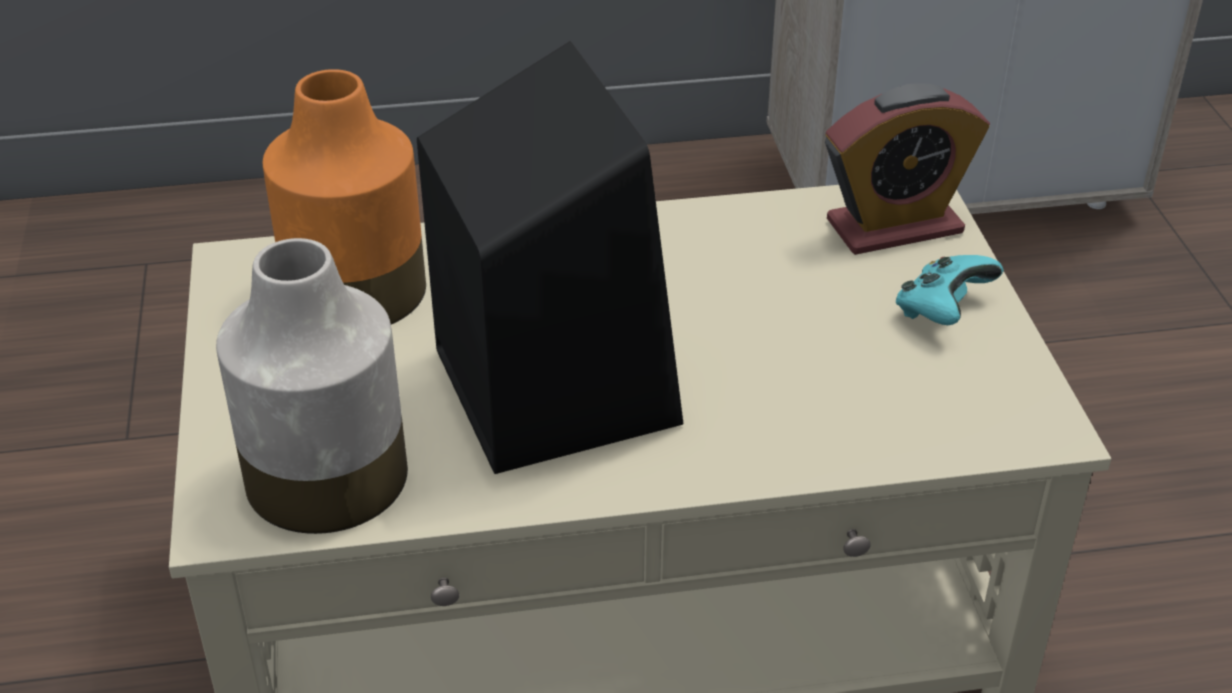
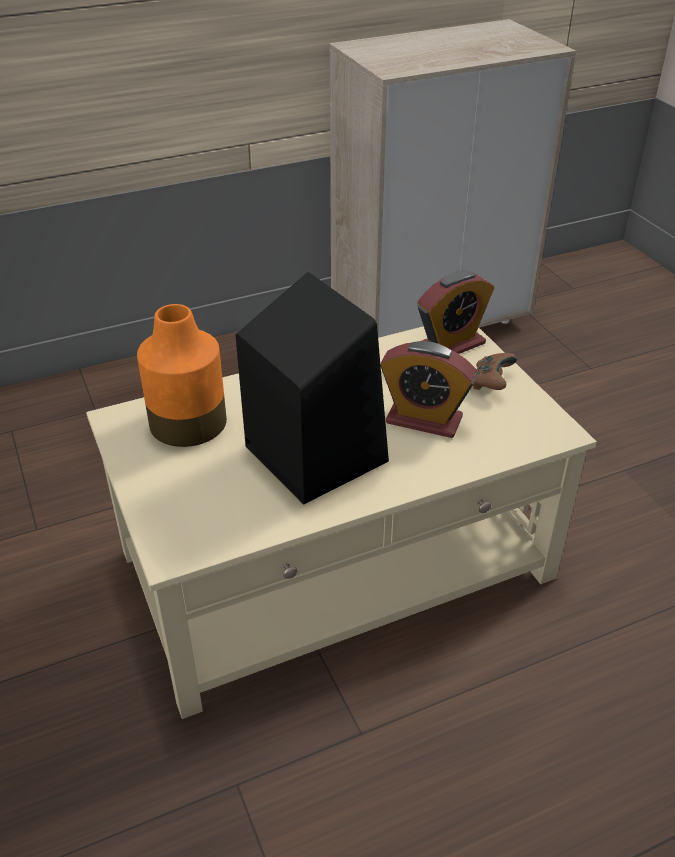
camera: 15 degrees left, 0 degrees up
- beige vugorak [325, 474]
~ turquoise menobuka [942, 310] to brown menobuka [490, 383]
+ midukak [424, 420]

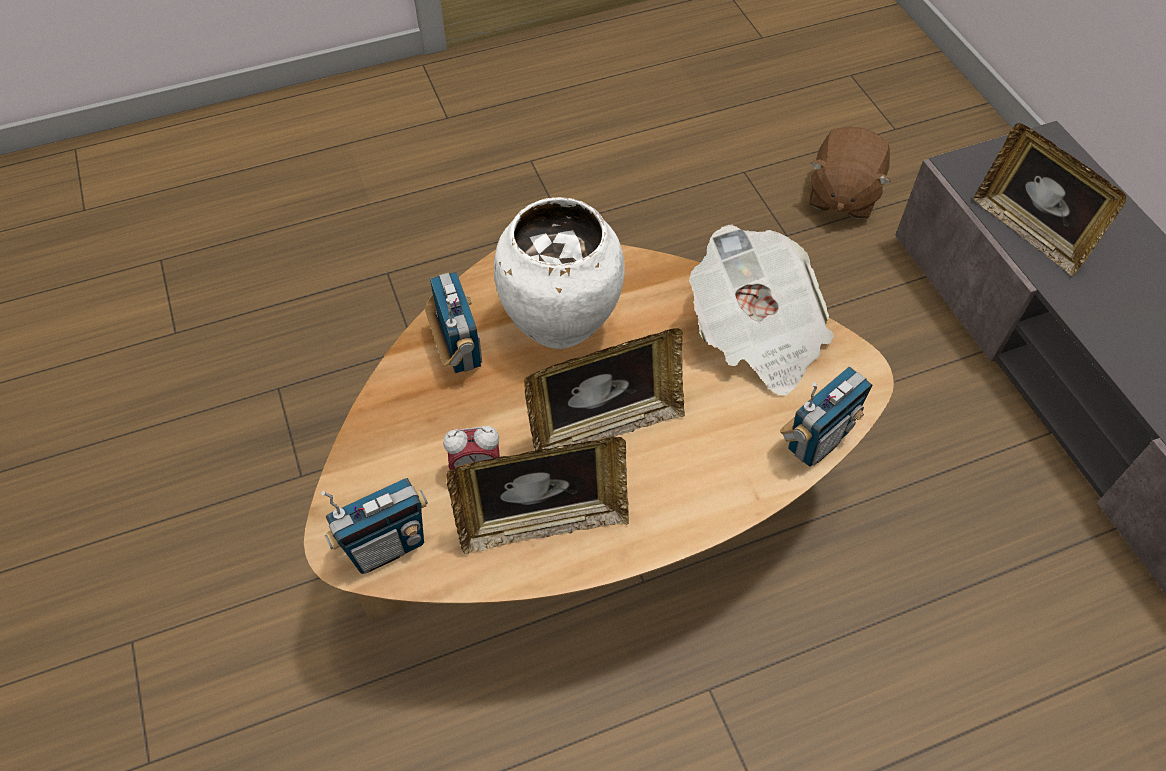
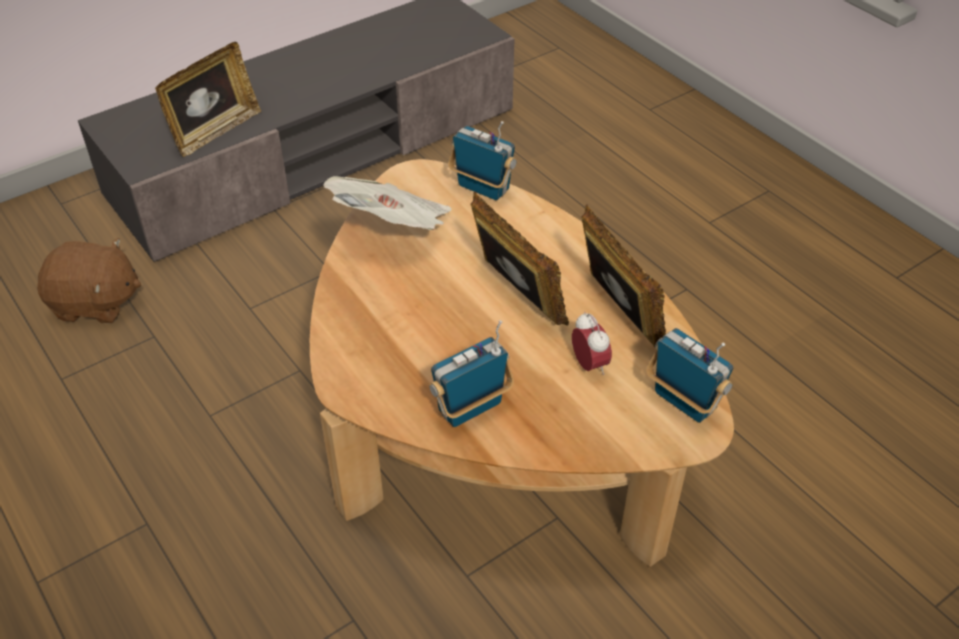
camera: 105 degrees left, 10 degrees down
- white vugorak [559, 325]

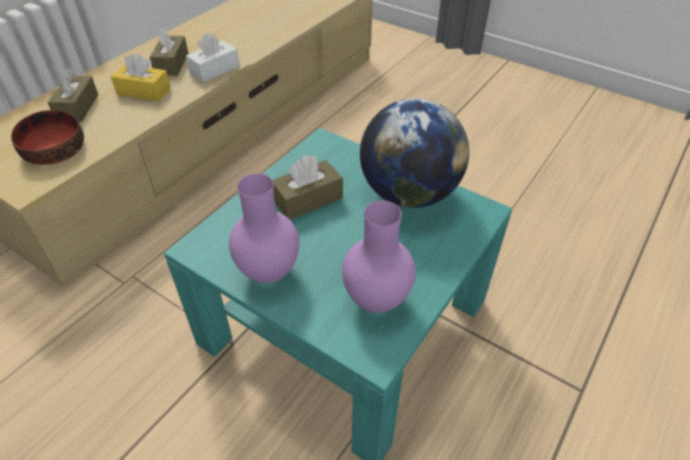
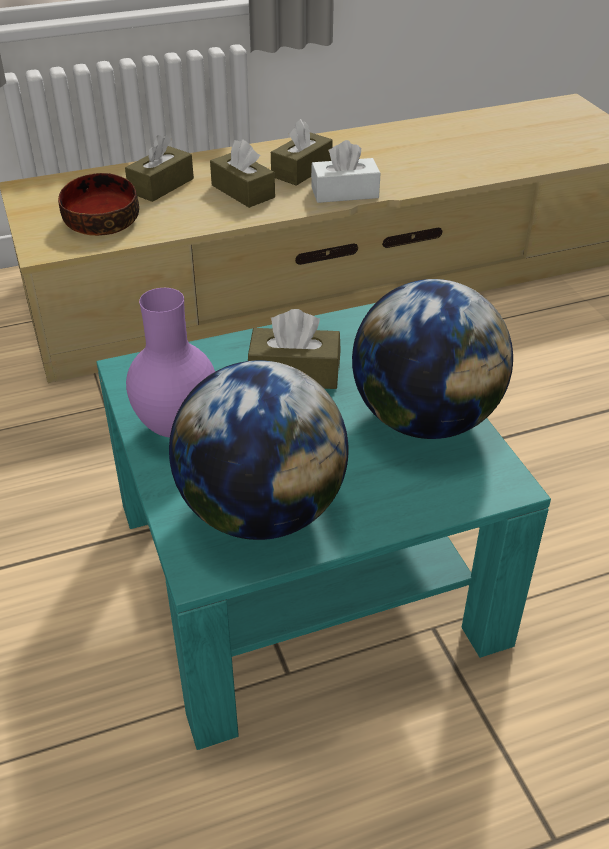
camera: 35 degrees right, 5 degrees down
~ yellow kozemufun [144, 91] to brown kozemufun [243, 191]
~ purple vugorak [375, 299] to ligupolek [261, 511]

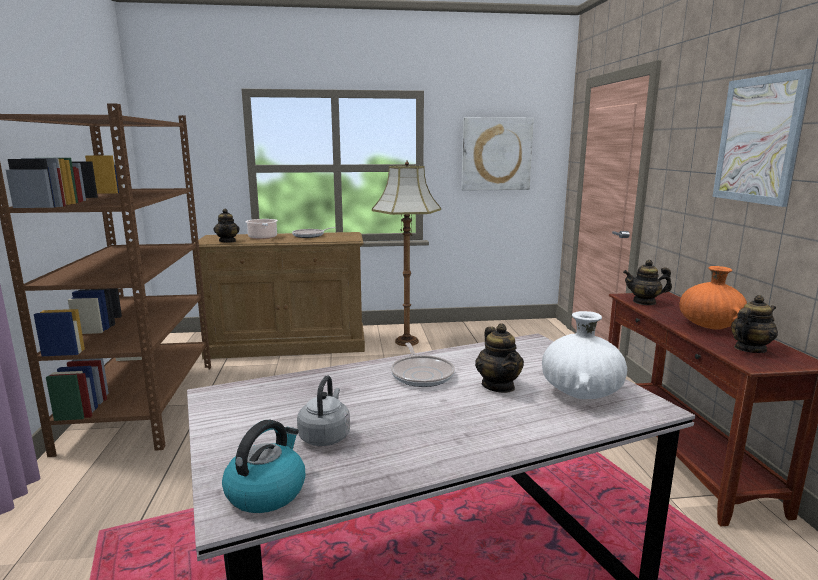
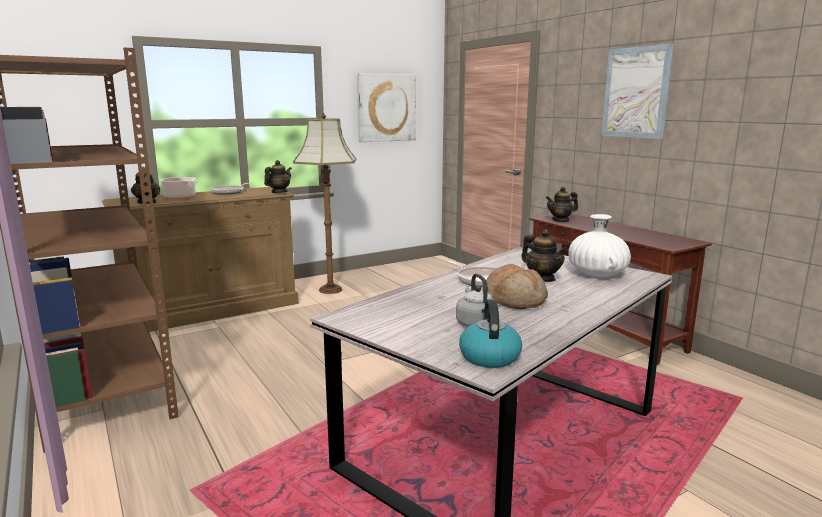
camera: 25 degrees left, 0 degrees up
- orange vugorak [709, 326]
~ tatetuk [749, 349] to [279, 192]
+ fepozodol [514, 300]

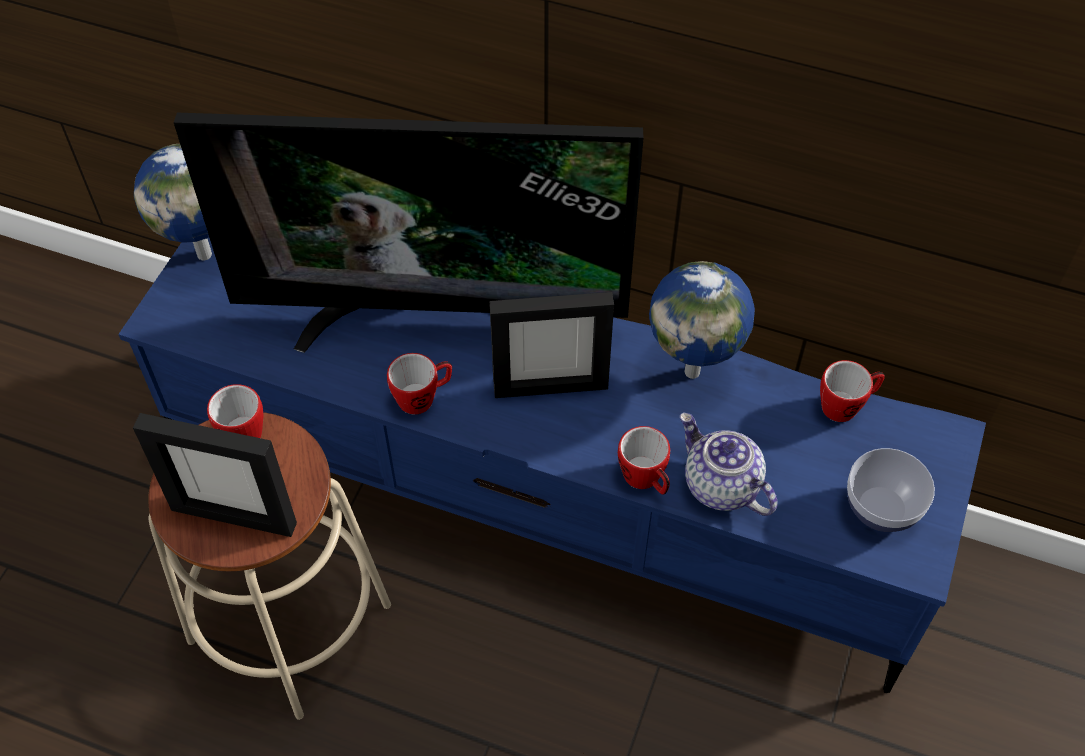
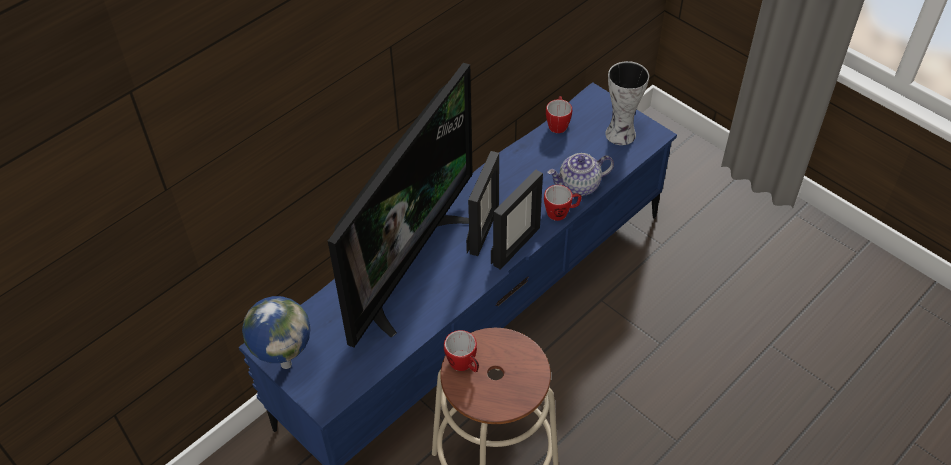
camera: 65 degrees left, 5 degrees down
~ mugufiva [235, 514] to [515, 245]
- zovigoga [423, 397]
- ligupolek [694, 370]
~ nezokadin [881, 509] to vugorak [620, 135]

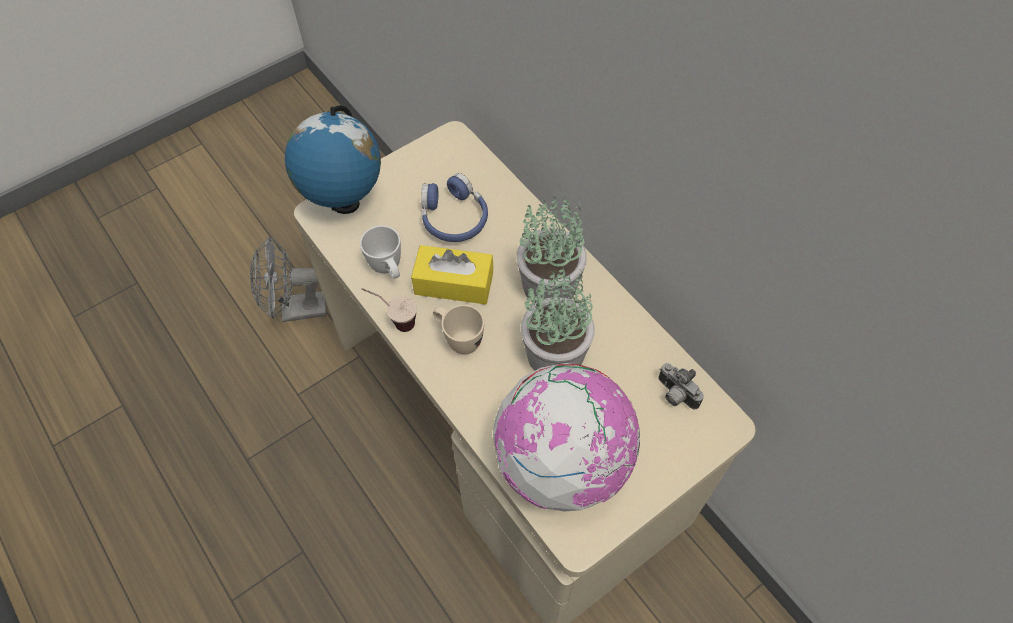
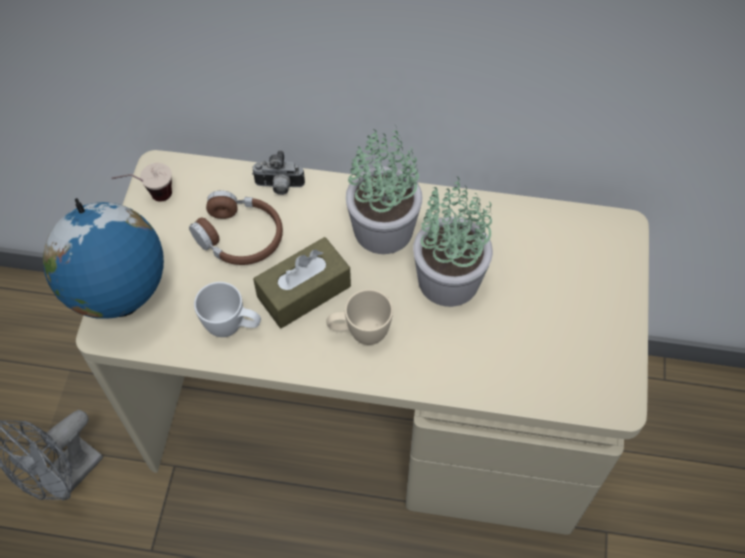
camera: 45 degrees left, 0 degrees up
~ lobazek [393, 320] to [149, 198]
~ yellow kozemufun [454, 283] to brown kozemufun [304, 291]
~ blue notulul [453, 217] to brown notulul [240, 237]
- ligupolek [563, 463]
~ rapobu [675, 395] to [279, 187]

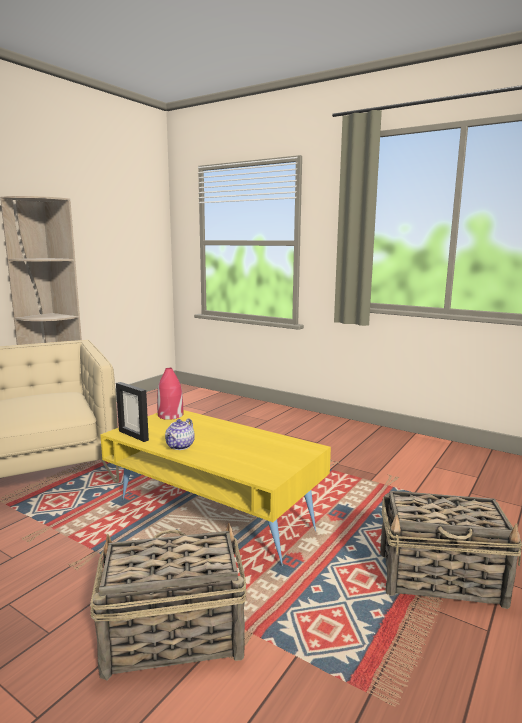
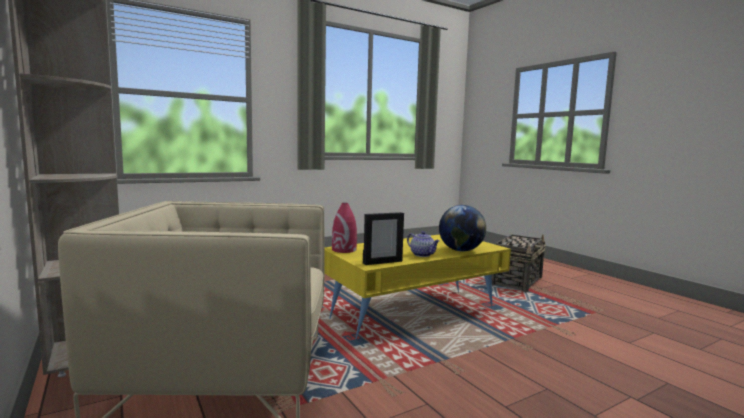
camera: 65 degrees left, 5 degrees down
- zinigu [171, 636]
+ ligupolek [461, 250]

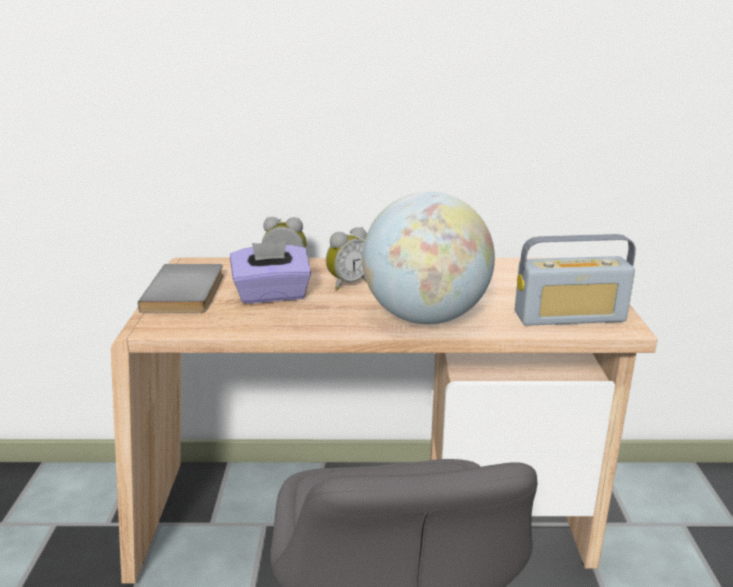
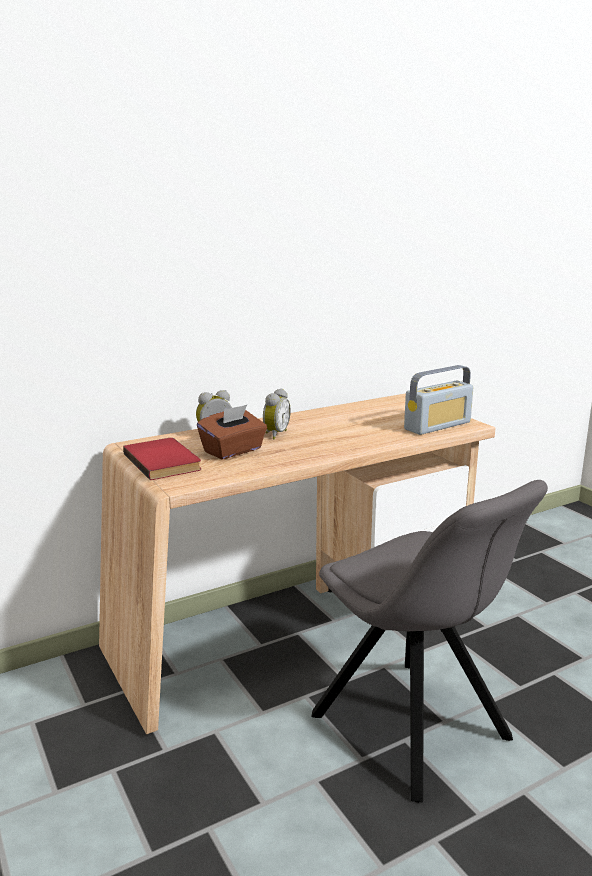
camera: 30 degrees left, 5 degrees down
~ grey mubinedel [187, 292] to red mubinedel [165, 461]
~ purple kozemufun [272, 295] to brown kozemufun [233, 451]
- ligupolek [425, 317]

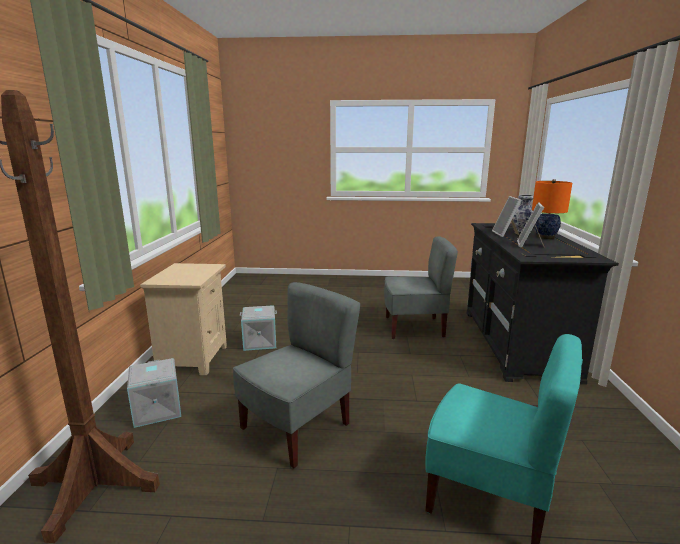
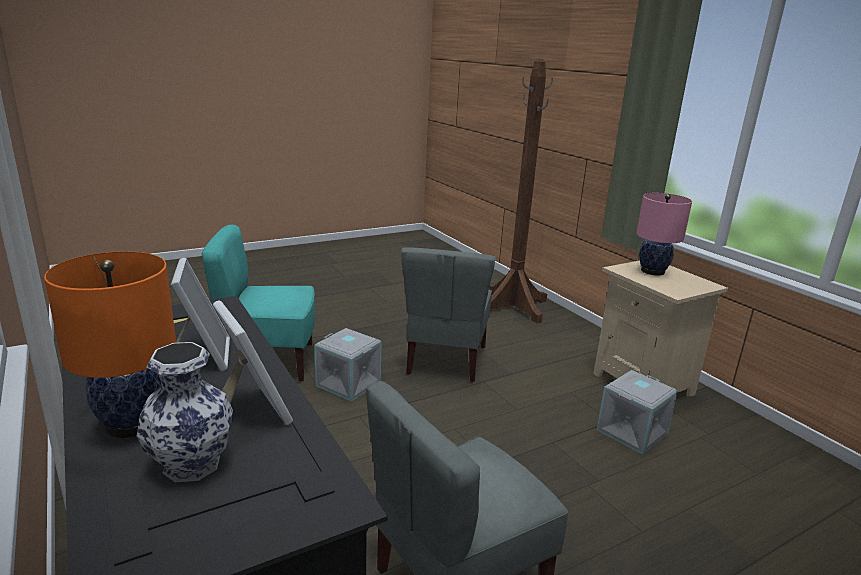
camera: 145 degrees right, 5 degrees up
~ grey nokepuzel [156, 410] to [349, 383]
+ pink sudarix [653, 271]

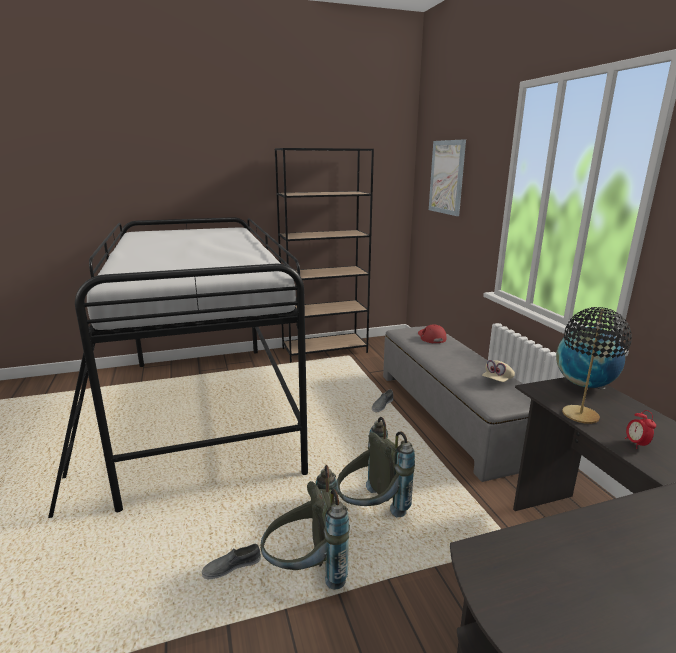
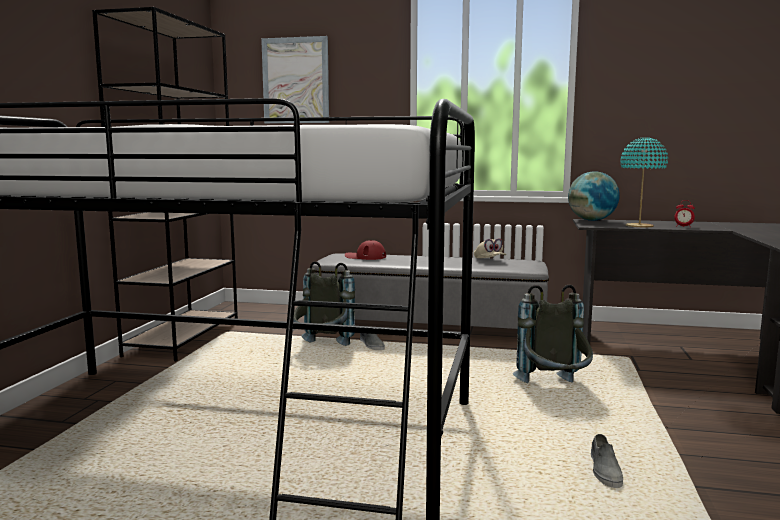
camera: 60 degrees left, 10 degrees down
~ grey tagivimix [306, 571] to [322, 349]
~ black sudarix [579, 415] to turquoise sudarix [639, 226]

